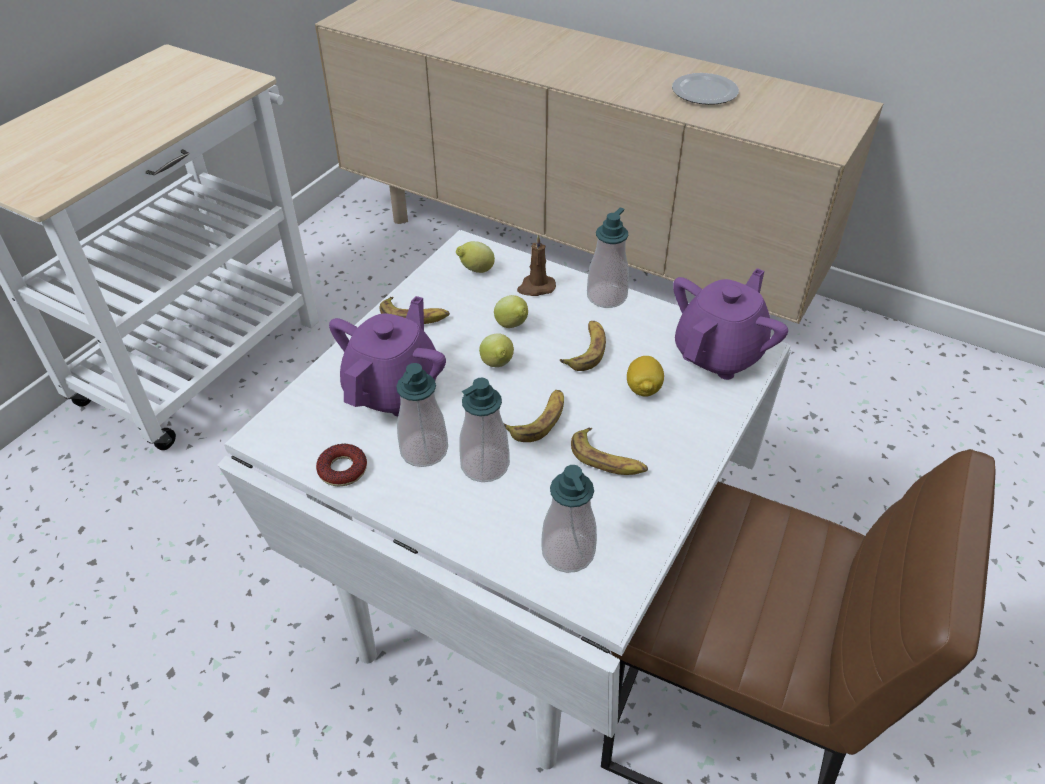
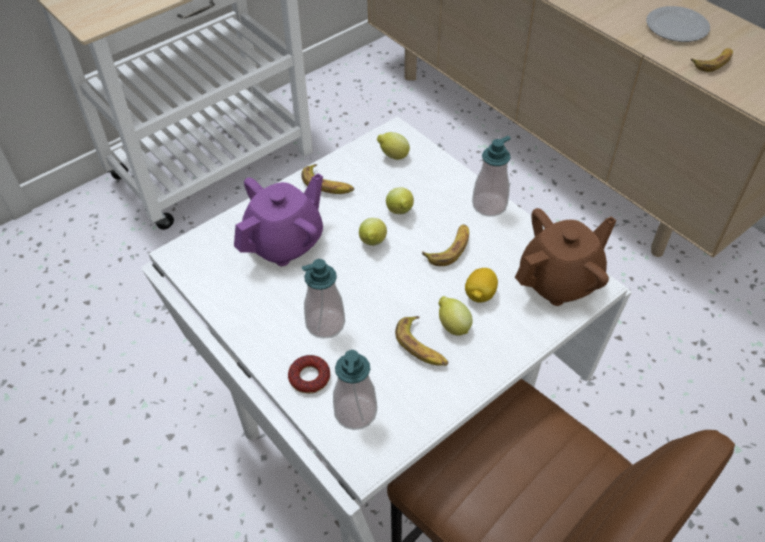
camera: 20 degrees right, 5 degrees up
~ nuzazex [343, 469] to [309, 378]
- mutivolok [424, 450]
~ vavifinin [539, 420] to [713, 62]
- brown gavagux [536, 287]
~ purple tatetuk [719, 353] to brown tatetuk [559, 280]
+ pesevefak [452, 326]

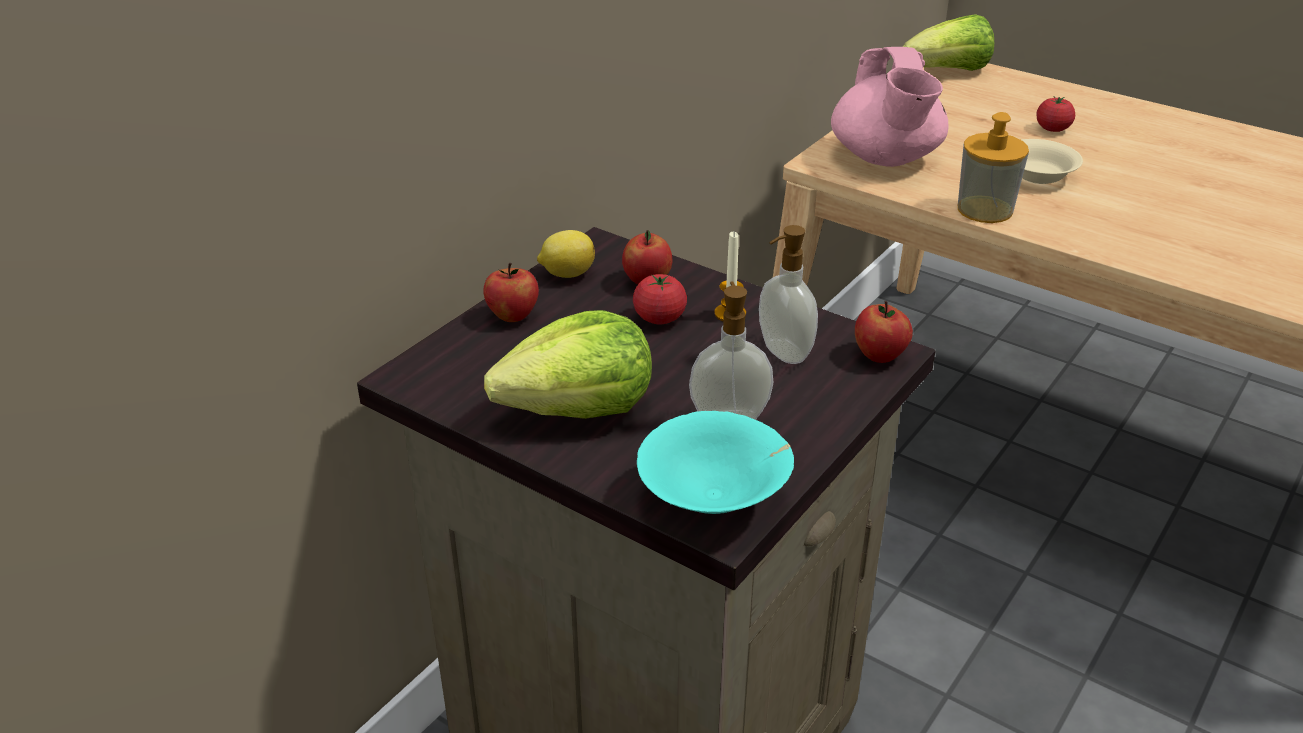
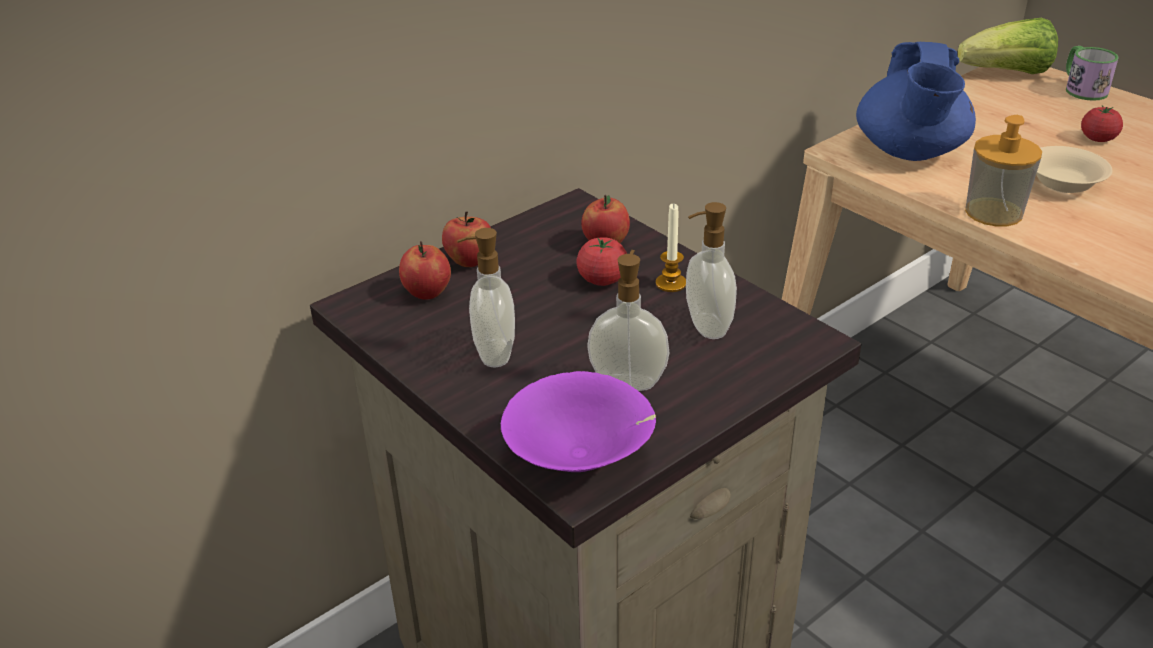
camera: 15 degrees right, 0 degrees up
~ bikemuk [579, 408] to mutivolok [492, 354]
- pesevefak [567, 274]
~ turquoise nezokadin [716, 502] to purple nezokadin [581, 461]
~ pink tatetuk [886, 158] to blue tatetuk [910, 152]
~ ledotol [880, 355] to [427, 293]
+ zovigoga [1082, 88]

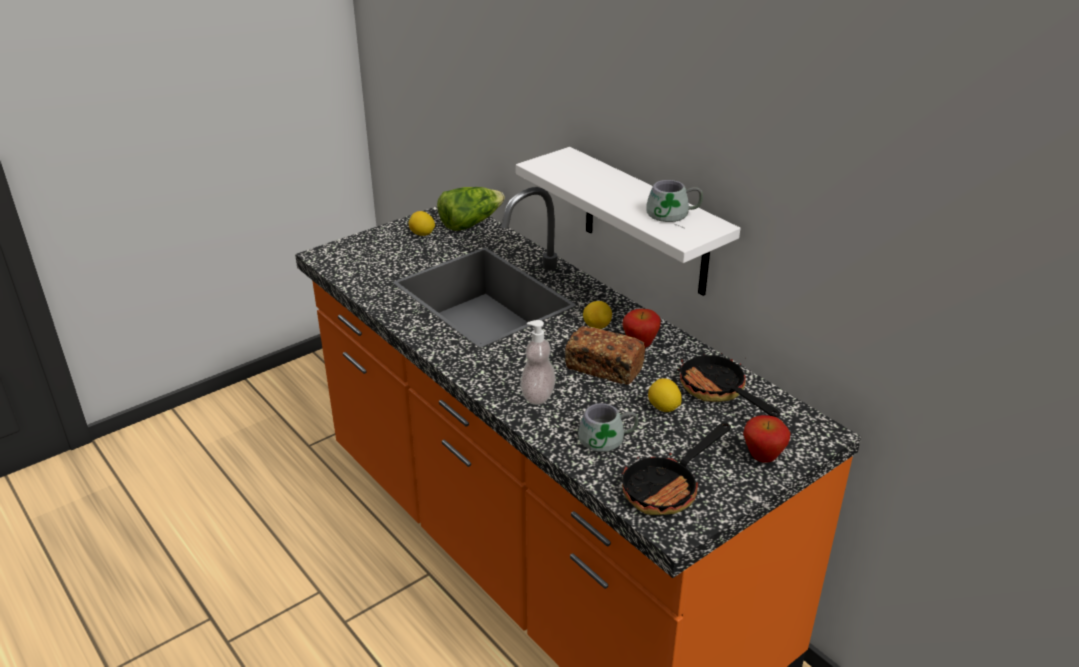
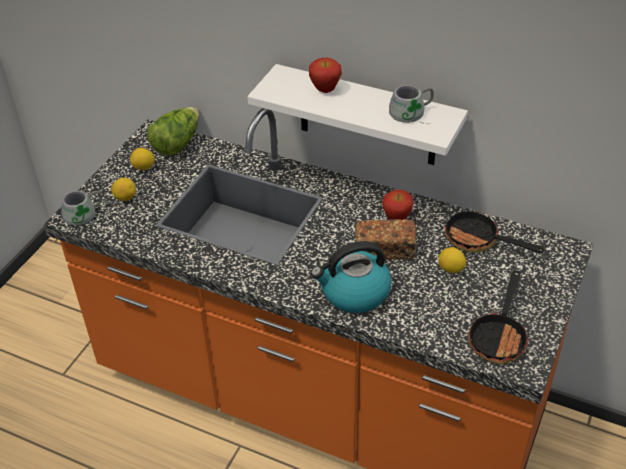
camera: 25 degrees left, 10 degrees up
~ mutivolok [538, 396] to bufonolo [354, 293]
~ grey zovigoga [608, 442] to [85, 216]
~ pesevefak [597, 326] to [125, 198]
~ ledotol [762, 458] to [325, 90]

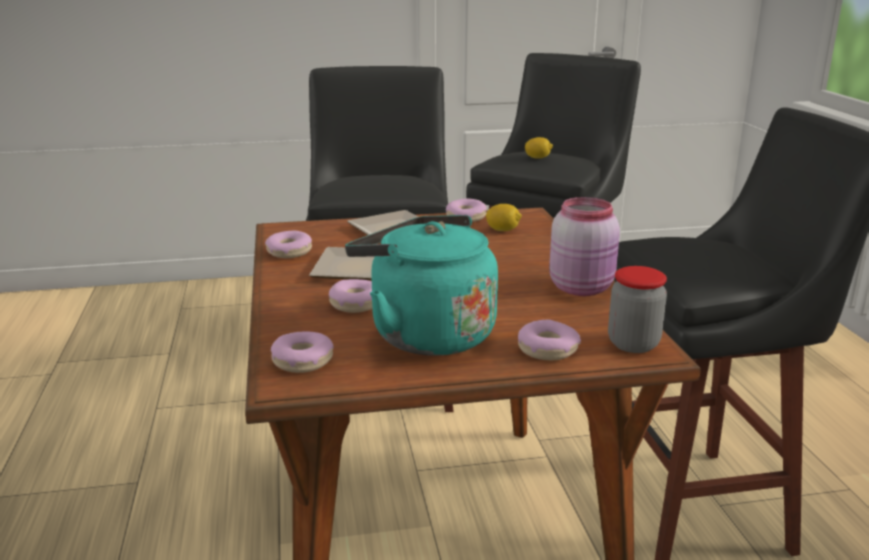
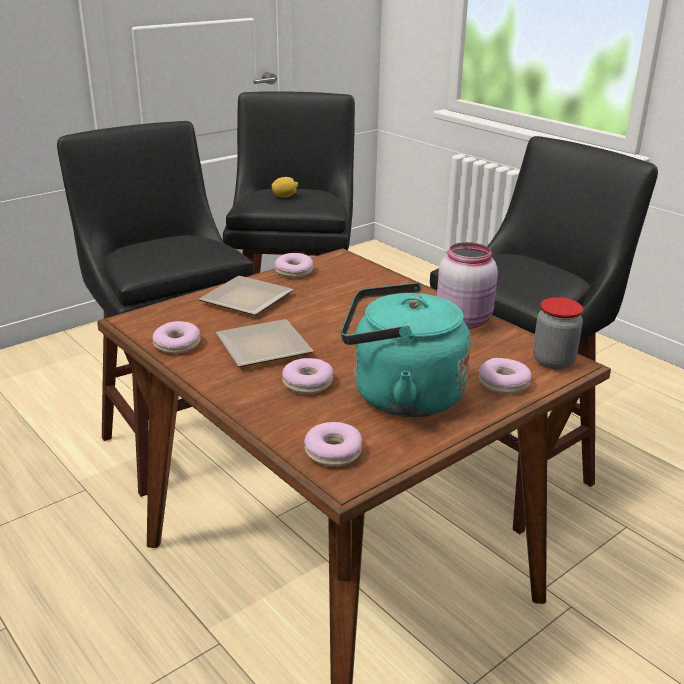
camera: 30 degrees left, 5 degrees up
- pesevefak [503, 230]

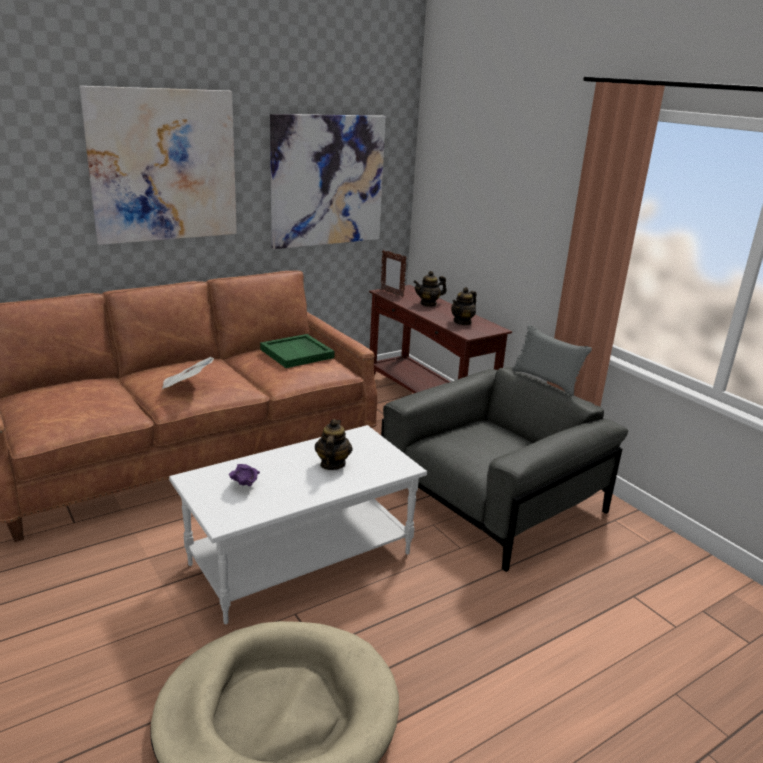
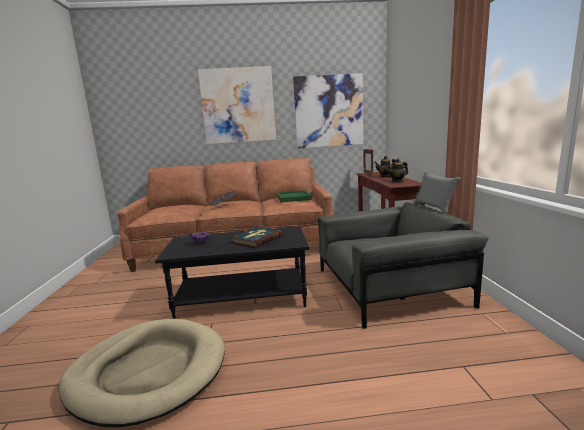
camera: 30 degrees right, 10 degrees down
~ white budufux [301, 557] to black budufux [242, 298]
~ tatetuk [332, 464] to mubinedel [257, 239]

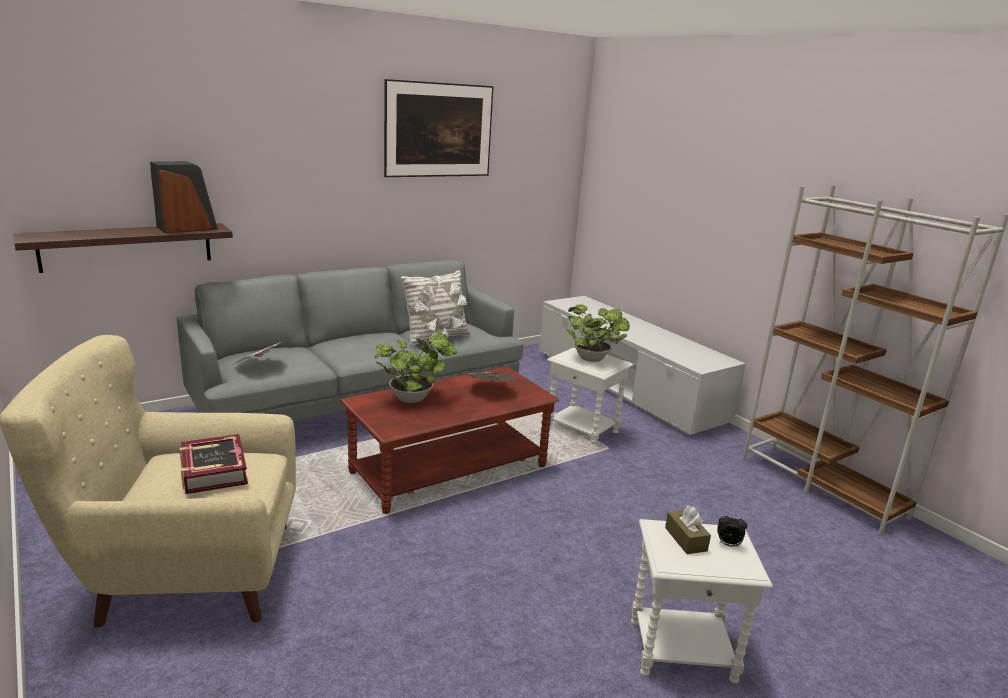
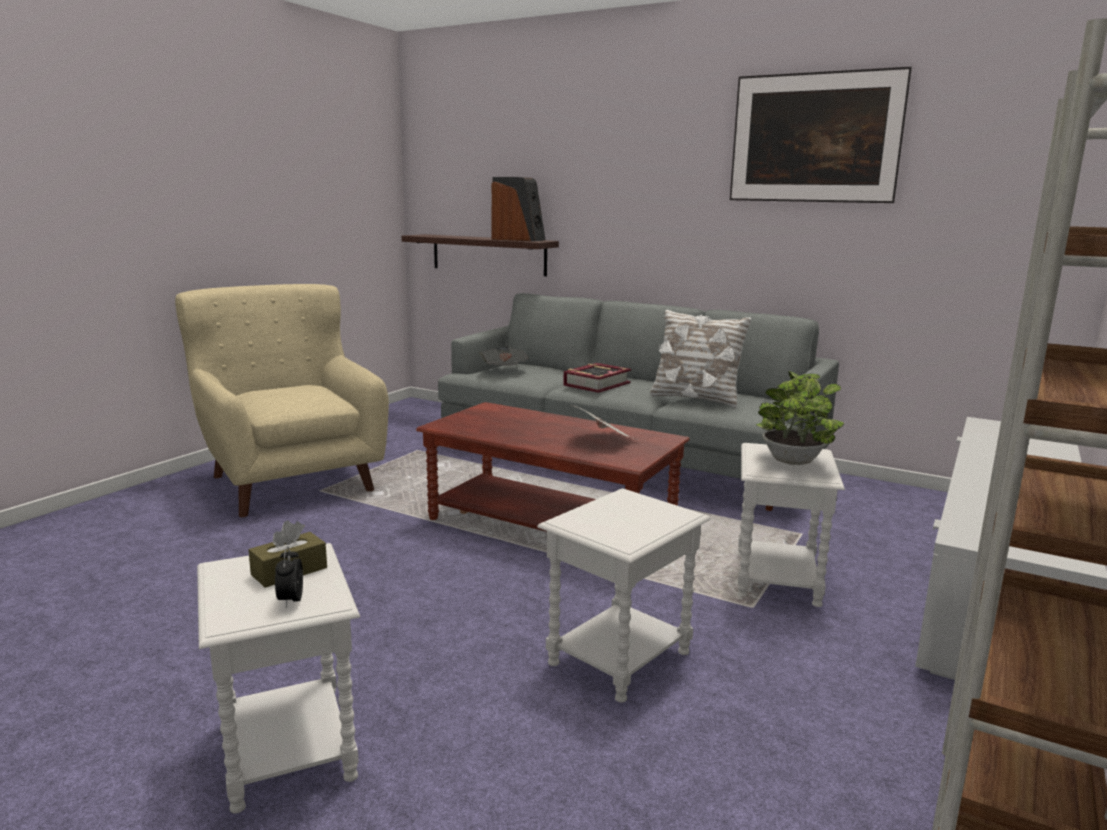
camera: 65 degrees right, 5 degrees down
~ mubinedel [213, 471] to [596, 384]
- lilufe [414, 398]
+ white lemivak [621, 658]

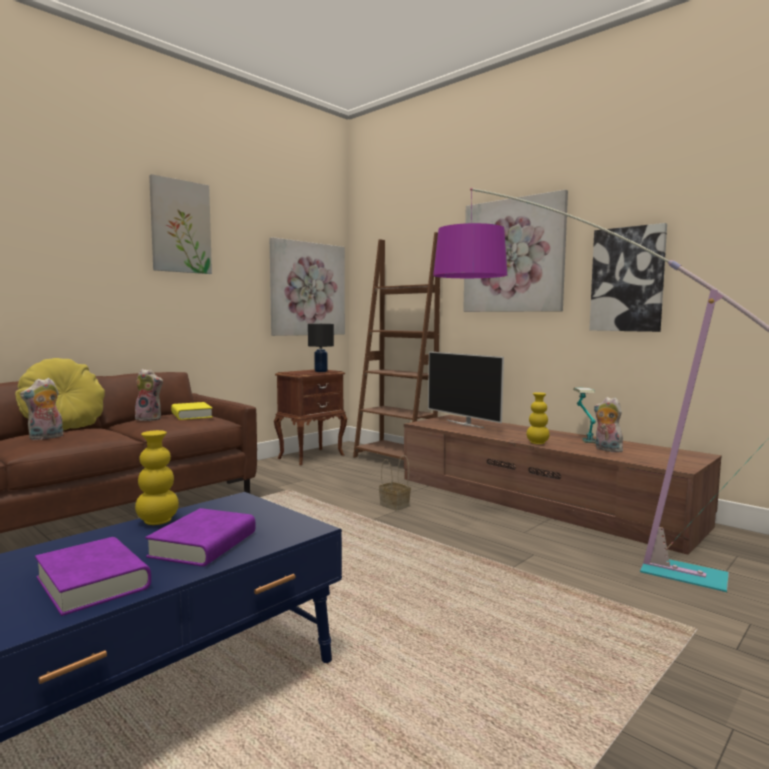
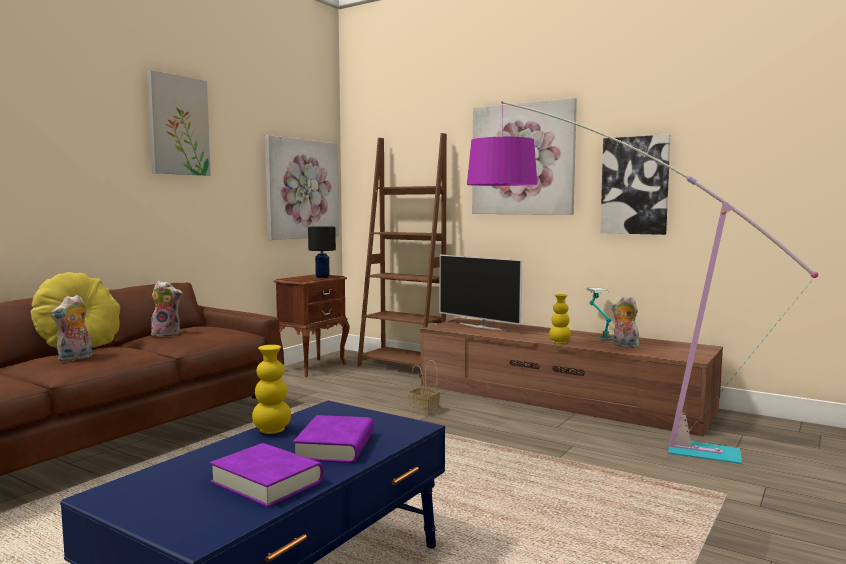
camera: 10 degrees left, 0 degrees up
- yellow mubinedel [191, 415]

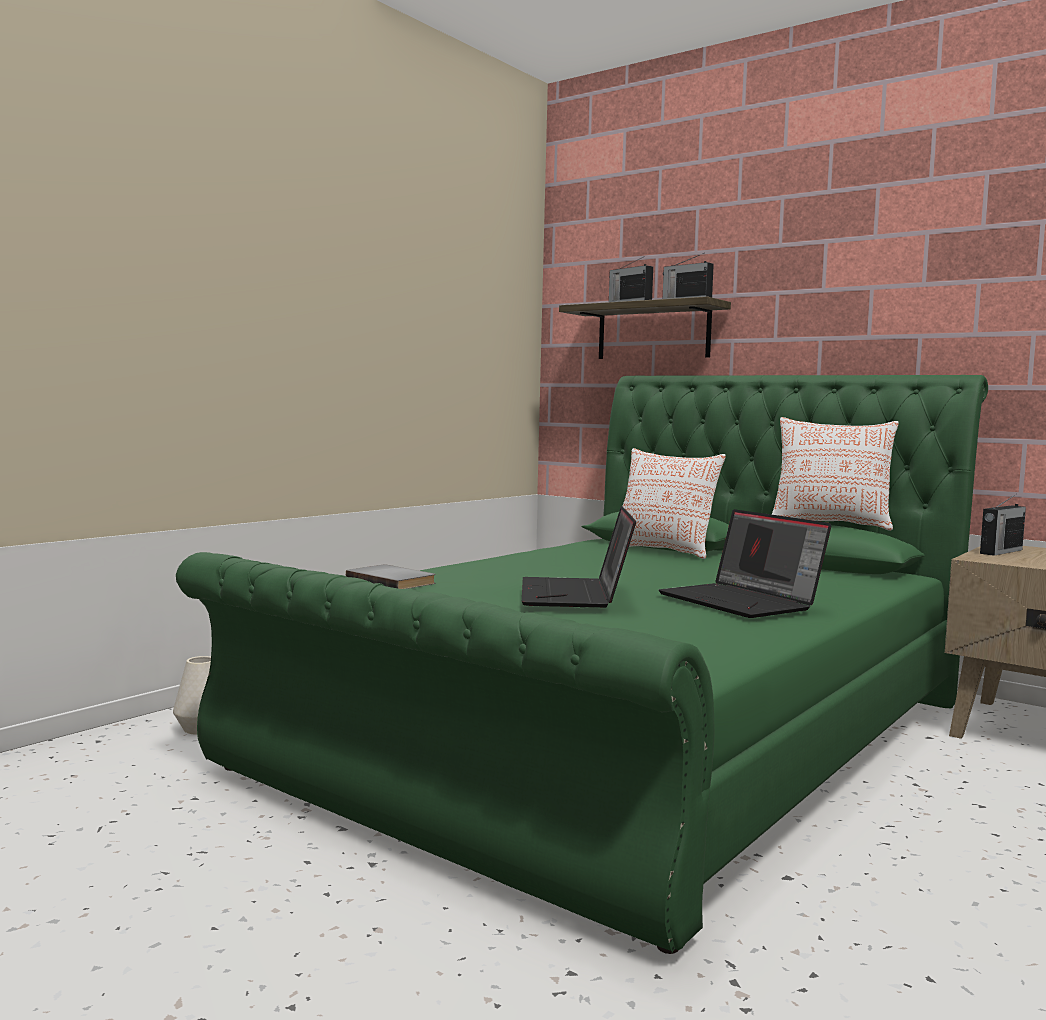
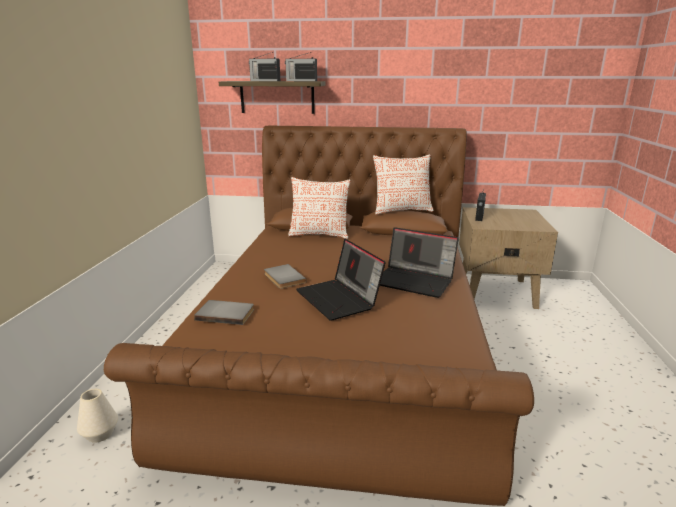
camera: 30 degrees left, 15 degrees up
~ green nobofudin [630, 730] to brown nobofudin [344, 345]
+ grey mubinedel [283, 278]

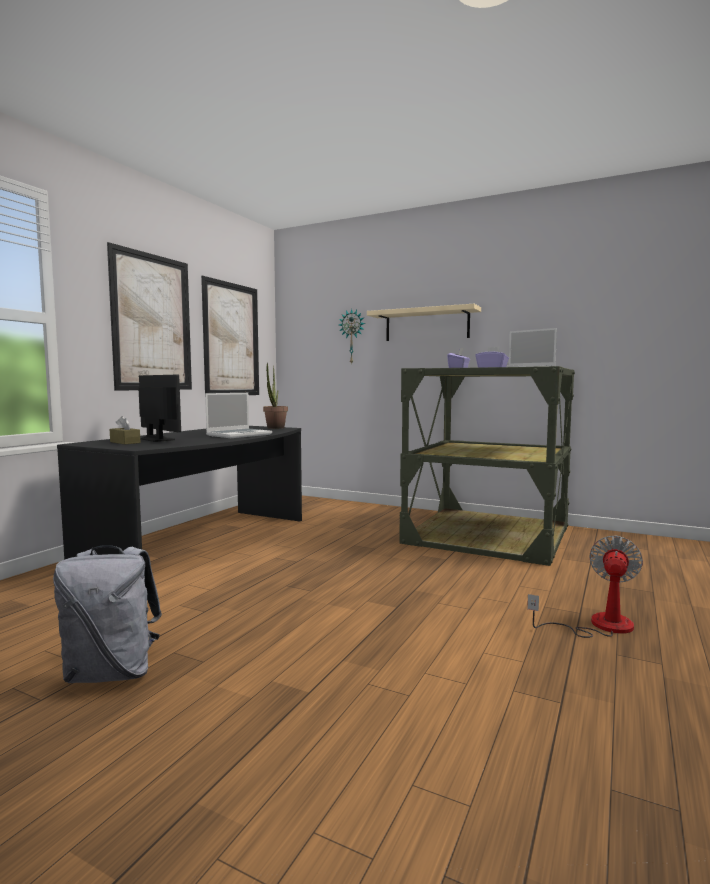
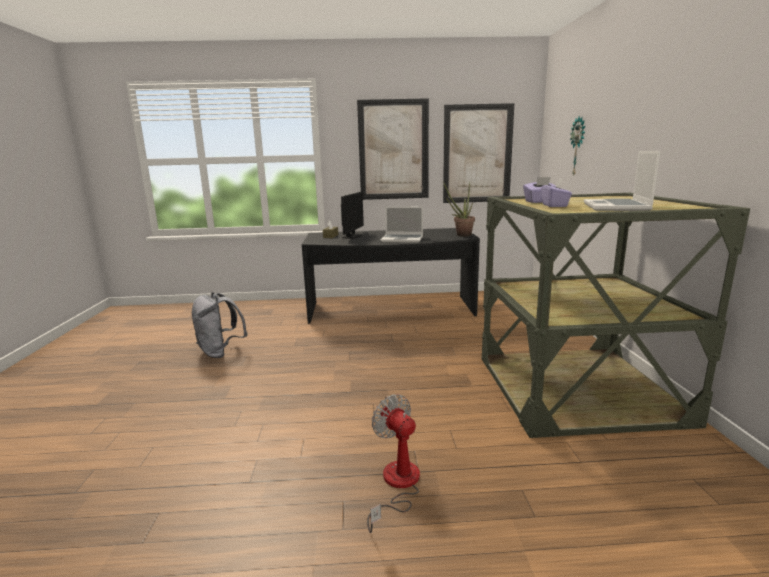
camera: 60 degrees right, 10 degrees up
- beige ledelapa [426, 325]
~ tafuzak [598, 625] = [397, 485] 120 degrees counterclockwise

